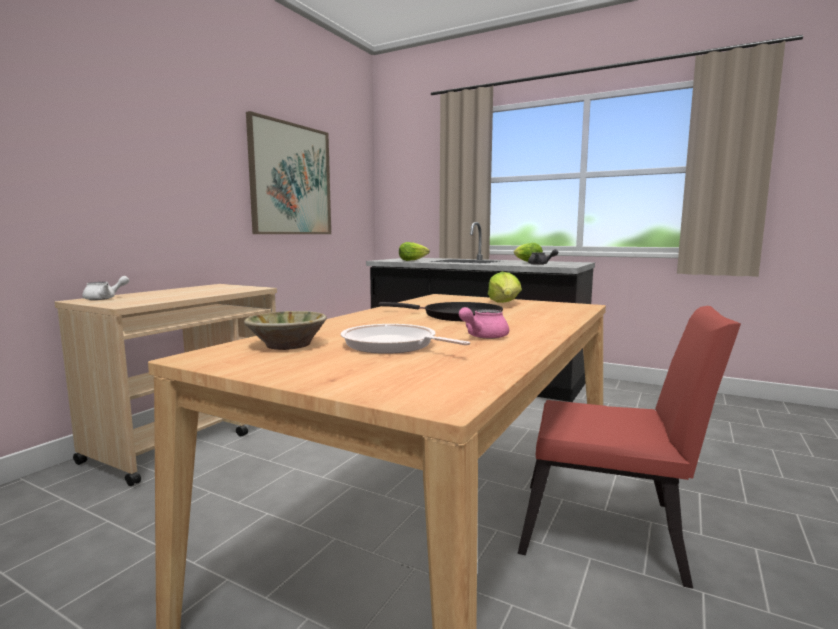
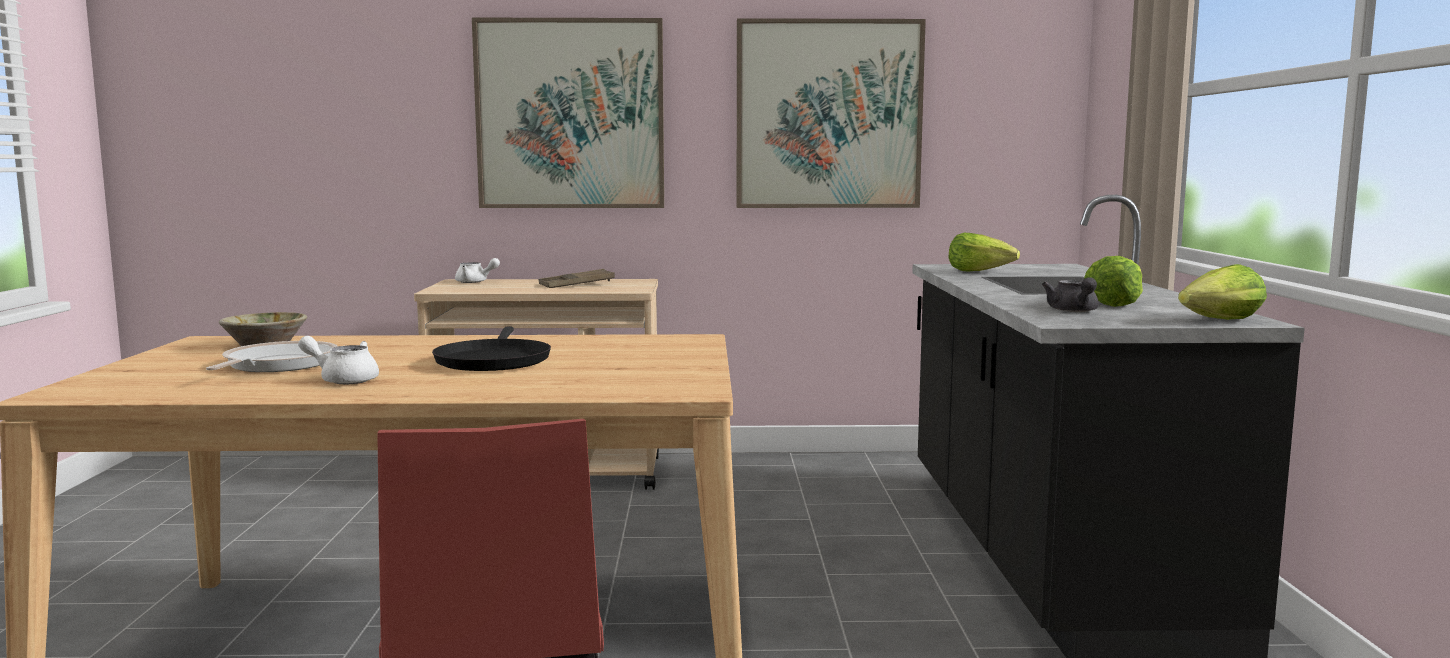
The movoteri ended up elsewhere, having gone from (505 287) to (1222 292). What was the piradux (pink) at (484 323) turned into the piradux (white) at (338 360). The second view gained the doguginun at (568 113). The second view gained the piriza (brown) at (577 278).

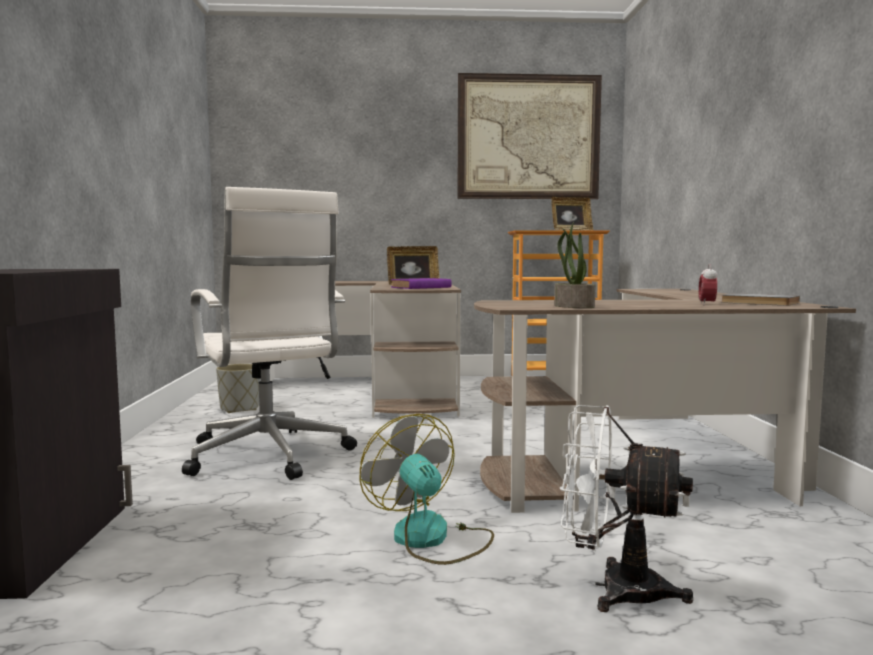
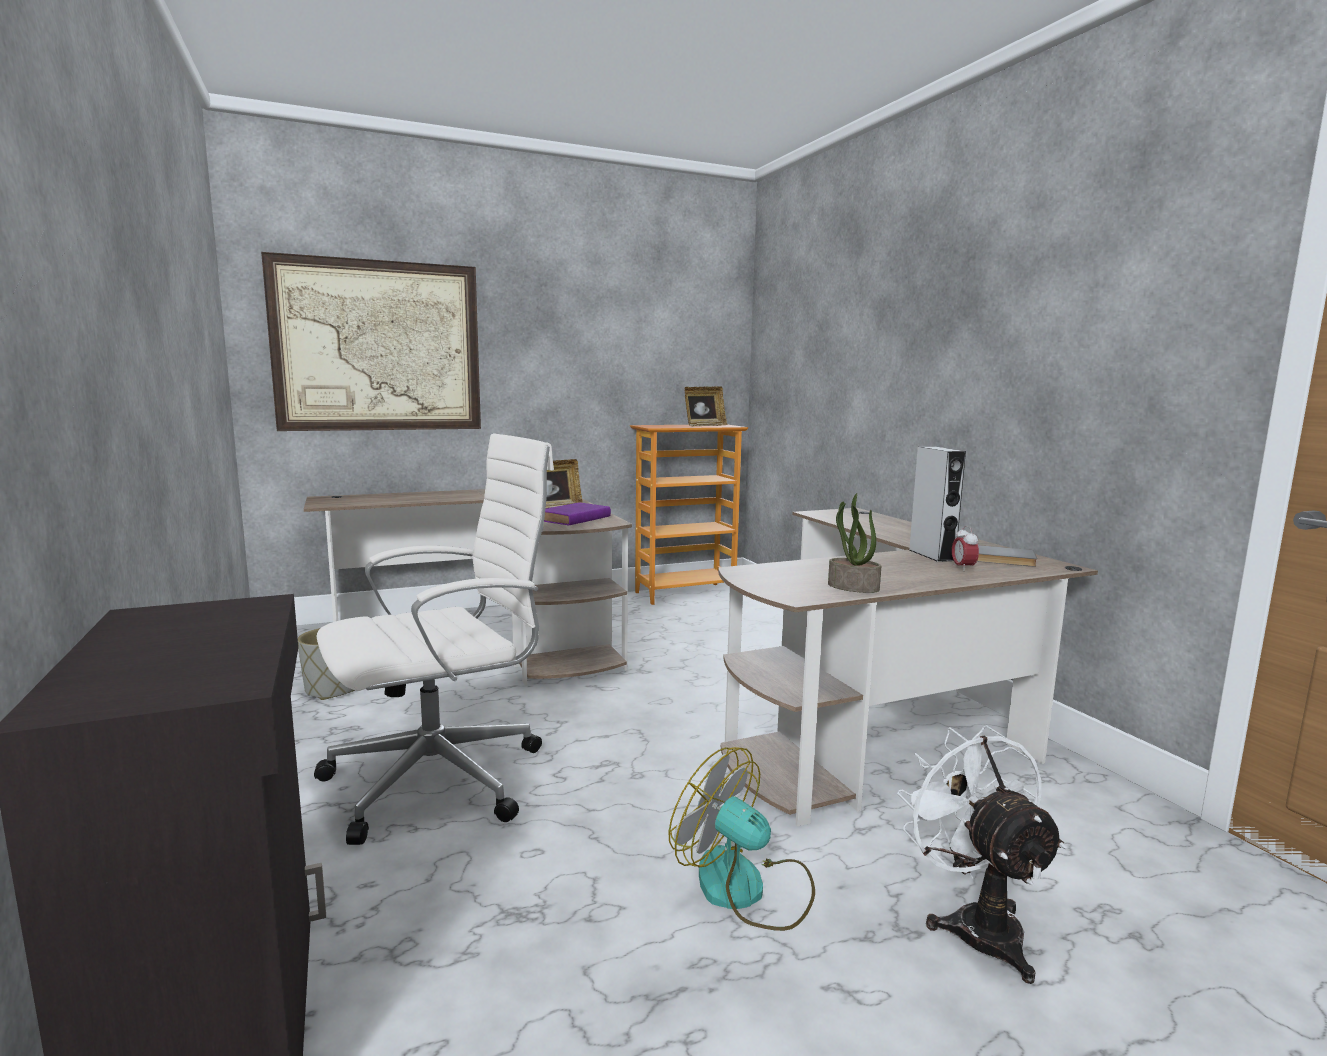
The doguginun ended up elsewhere, having gone from (530 136) to (371 341). The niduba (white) at (269 333) ended up facing another way, 75 degrees counterclockwise from before. The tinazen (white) at (626 508) ended up facing another way, 75 degrees clockwise from before. The second view gained the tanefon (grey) at (937 504).

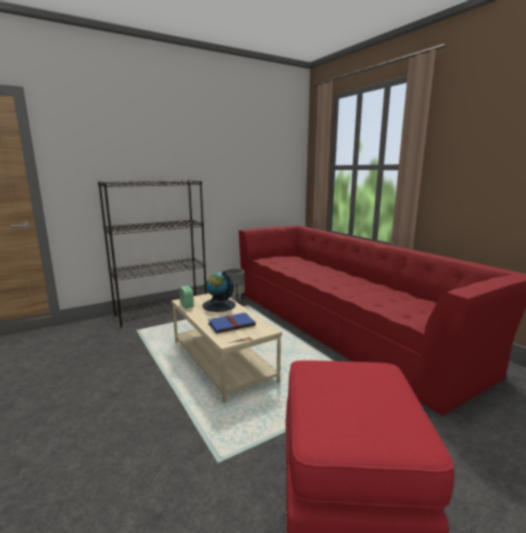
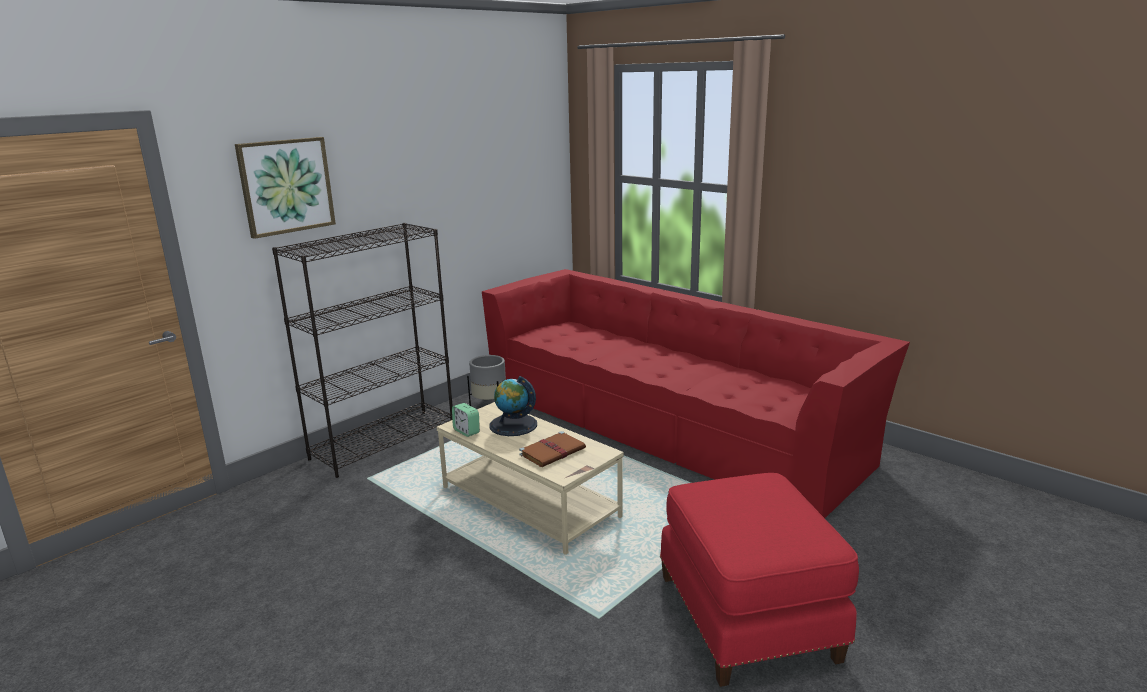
What was the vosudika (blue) at (232 322) turned into the vosudika (brown) at (552 449). The second view gained the doguginun at (285 188).

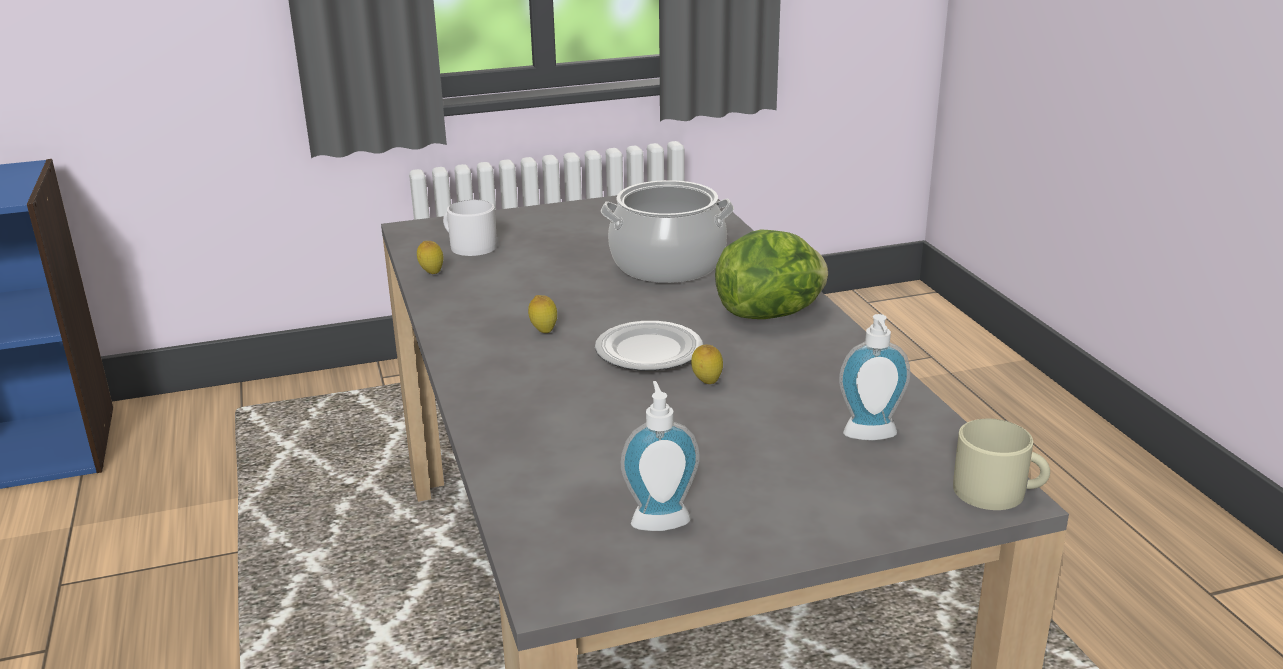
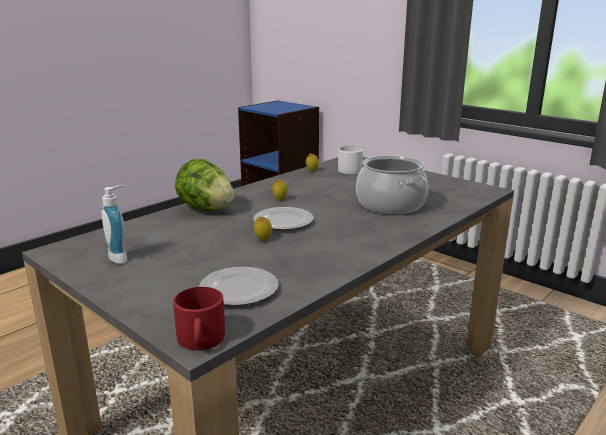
The movoteri ended up elsewhere, having gone from (771 274) to (204 185). Where the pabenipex stood at (874 377), the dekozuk came to stand at (239 286). What was the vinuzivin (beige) at (1001 464) turned into the vinuzivin (red) at (199 318).

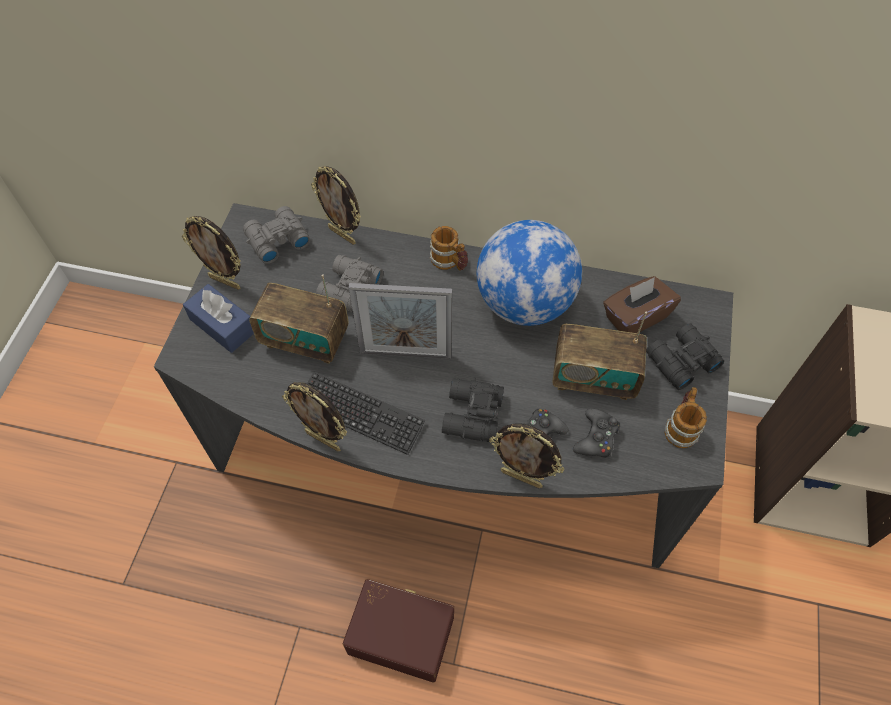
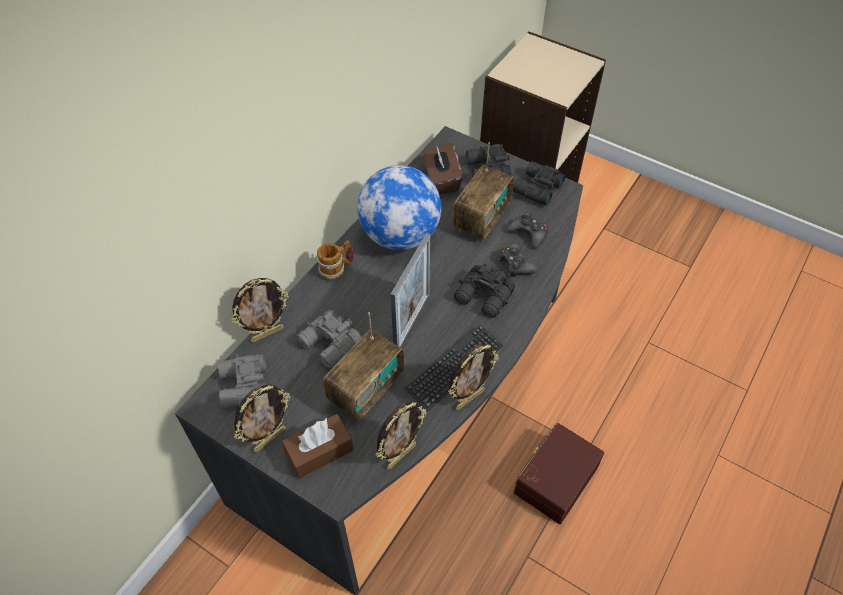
What was the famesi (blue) at (218 318) turned into the famesi (brown) at (318 446). Where the vinuzivin stood at (685 417), the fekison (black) came to stand at (539 183). The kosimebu ended up elsewhere, having gone from (526 455) to (401 435).

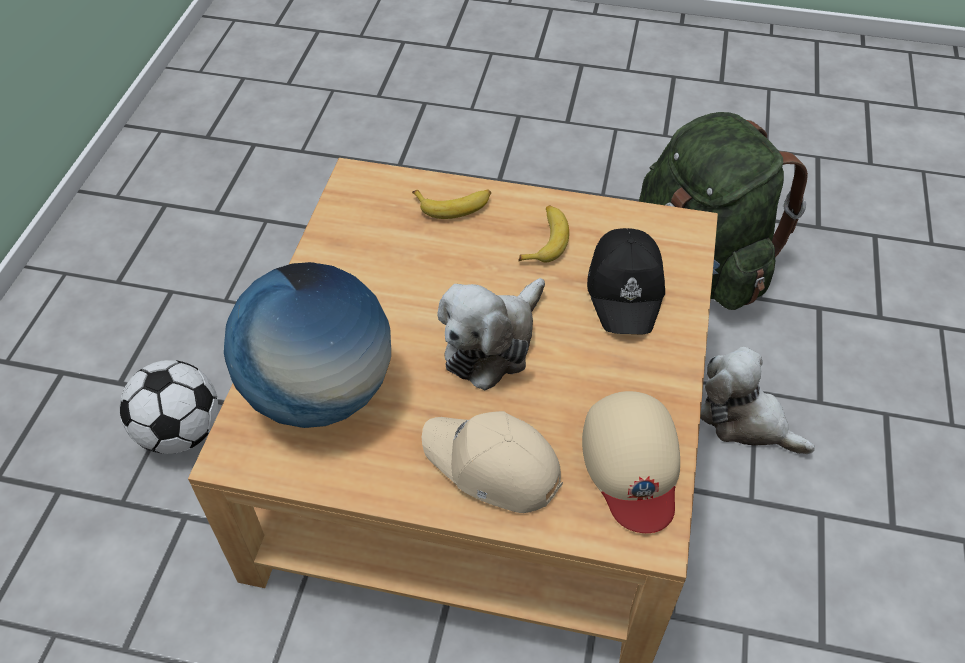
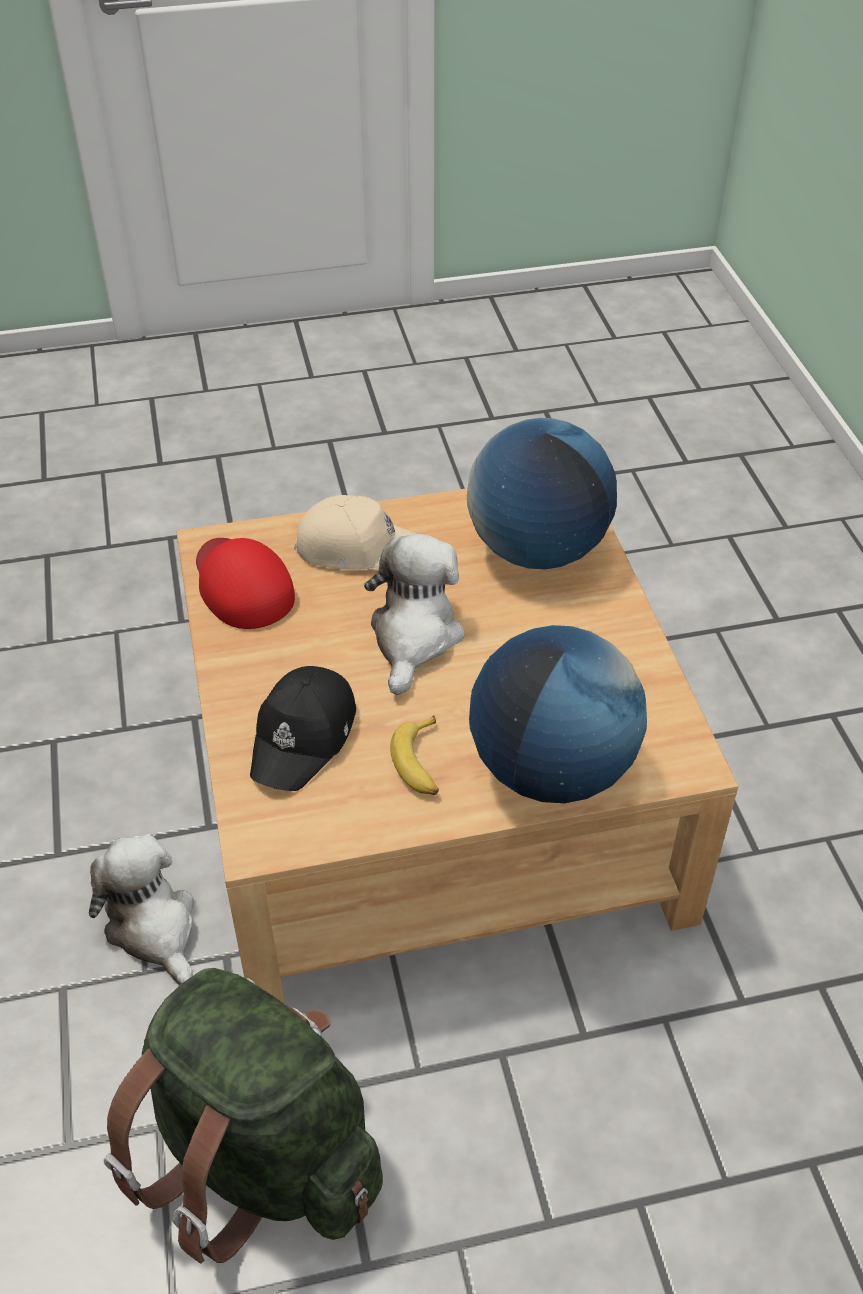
Where the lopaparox stood at (451 204), the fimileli came to stand at (558 714). The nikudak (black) at (626 281) ended up facing another way, 135 degrees counterclockwise from before. The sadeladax at (757 400) ended up facing another way, 135 degrees counterclockwise from before. The second view lost the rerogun at (169 407). What was the nikudak (beige) at (631 462) turned into the nikudak (red) at (245 583).

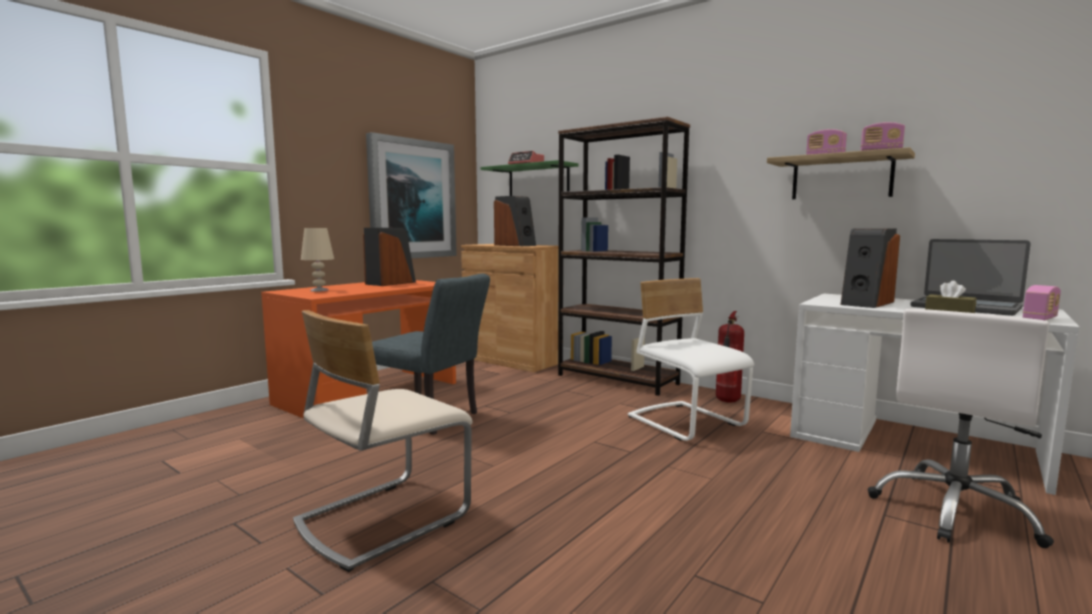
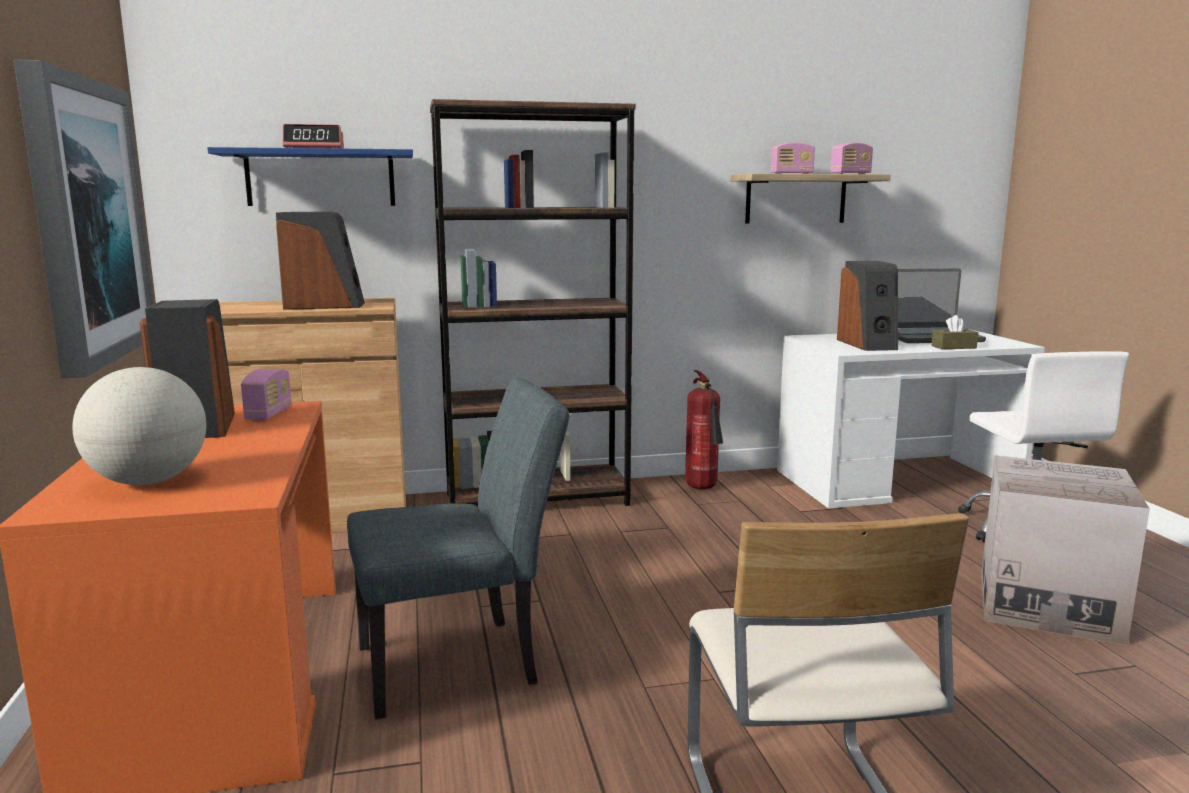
What was the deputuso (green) at (530 178) turned into the deputuso (blue) at (310 176). Where the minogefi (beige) stood at (317 260), the fimileli came to stand at (139 426). The second view lost the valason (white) at (691 359). The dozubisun ended up elsewhere, having gone from (1042 302) to (266 395). The second view gained the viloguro at (1065 550).

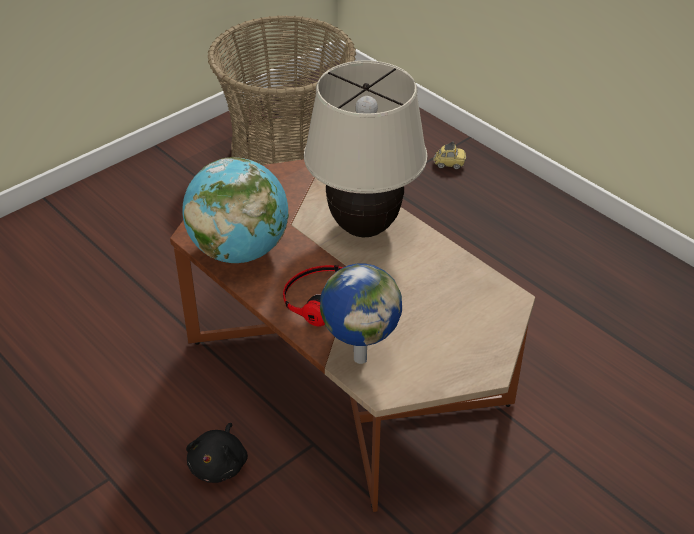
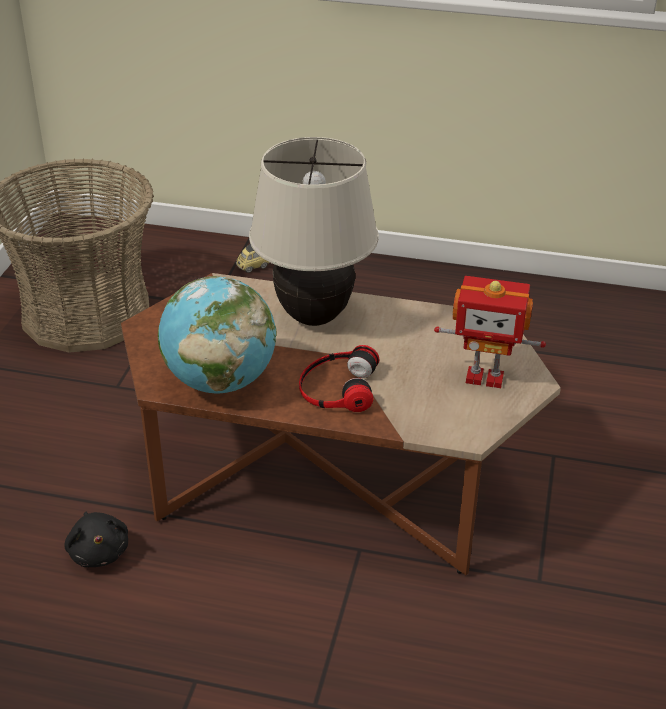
The second view lost the fimileli at (361 314). The sadeladax (black) ended up elsewhere, having gone from (217 453) to (96 539). The second view gained the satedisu at (490 332).

